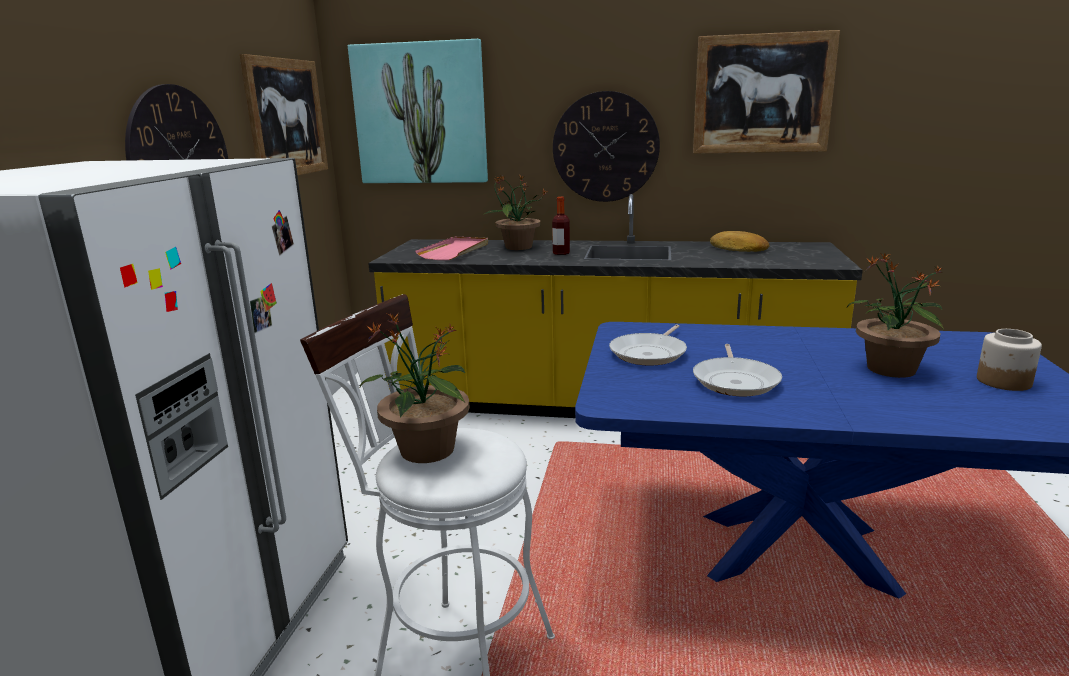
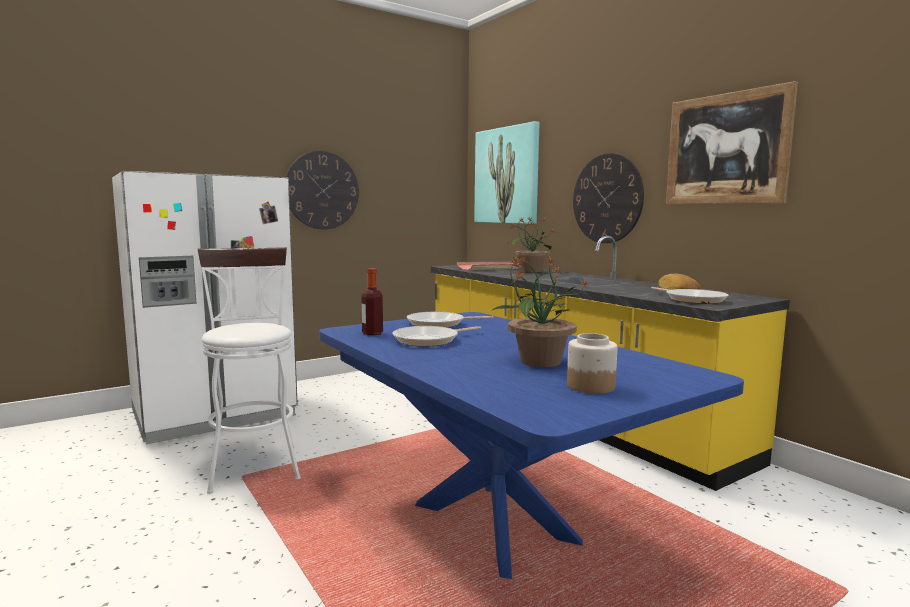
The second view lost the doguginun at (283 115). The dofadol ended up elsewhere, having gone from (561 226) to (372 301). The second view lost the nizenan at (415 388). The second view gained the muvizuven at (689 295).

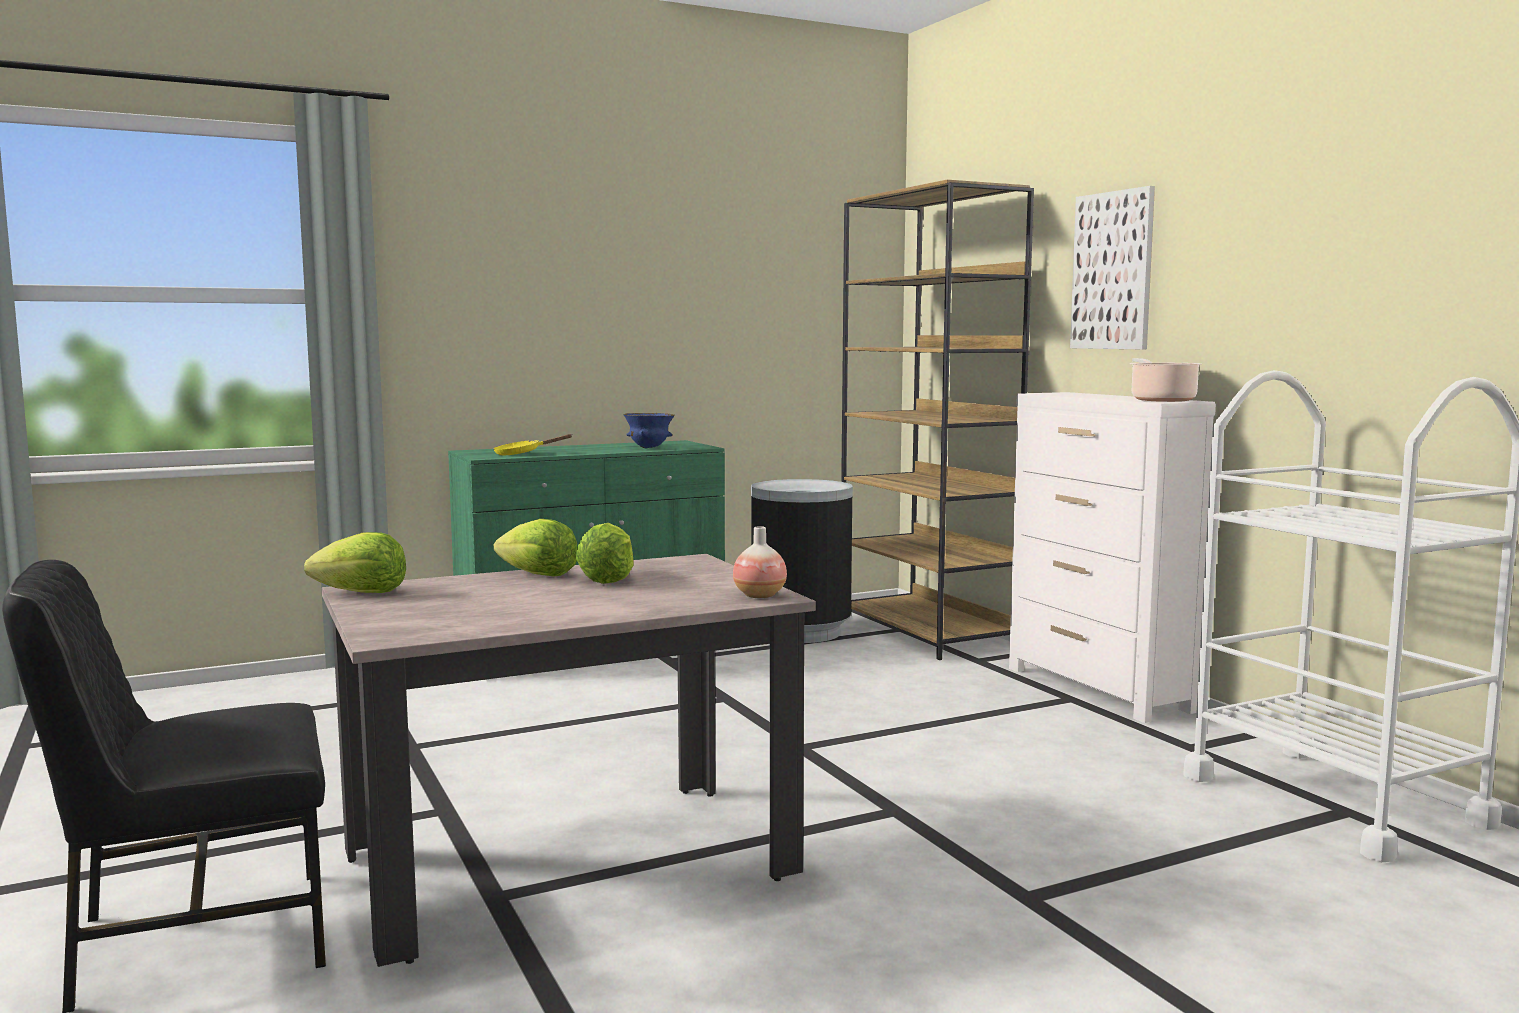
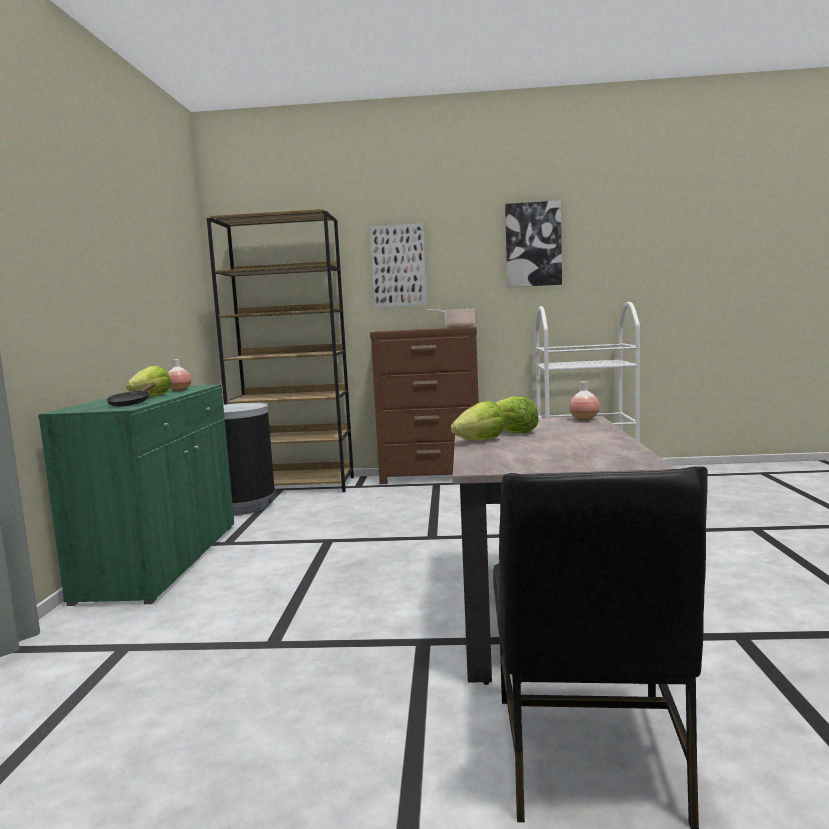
What was the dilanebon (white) at (1112 557) turned into the dilanebon (brown) at (424 405). Where the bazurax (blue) stood at (649 430), the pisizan came to stand at (179 375). What was the muvizuven (yellow) at (533 444) turned into the muvizuven (black) at (130 394). The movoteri ended up elsewhere, having gone from (355 562) to (148 381). The second view gained the doguginun at (533 243).

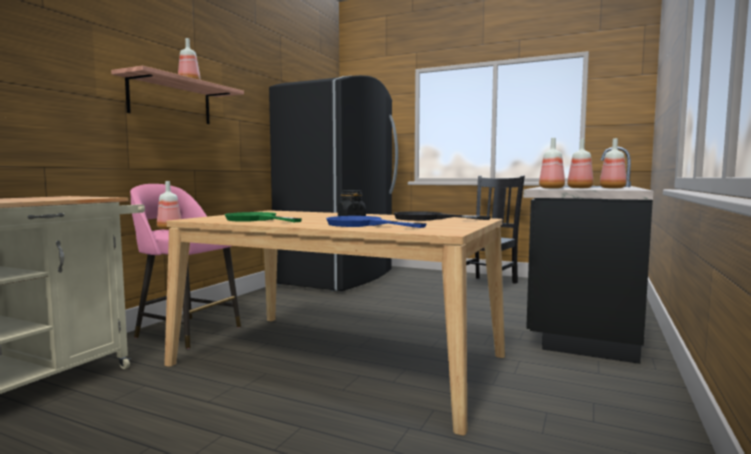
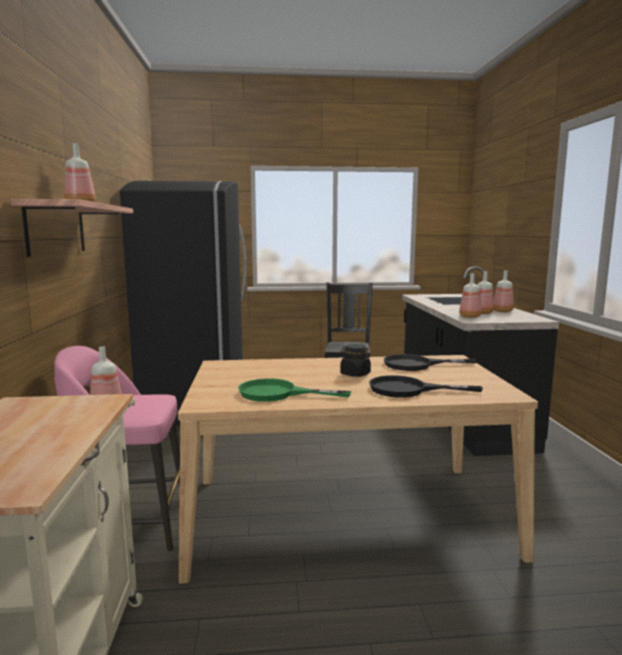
What was the muvizuven (blue) at (376 222) turned into the muvizuven (black) at (426 386).

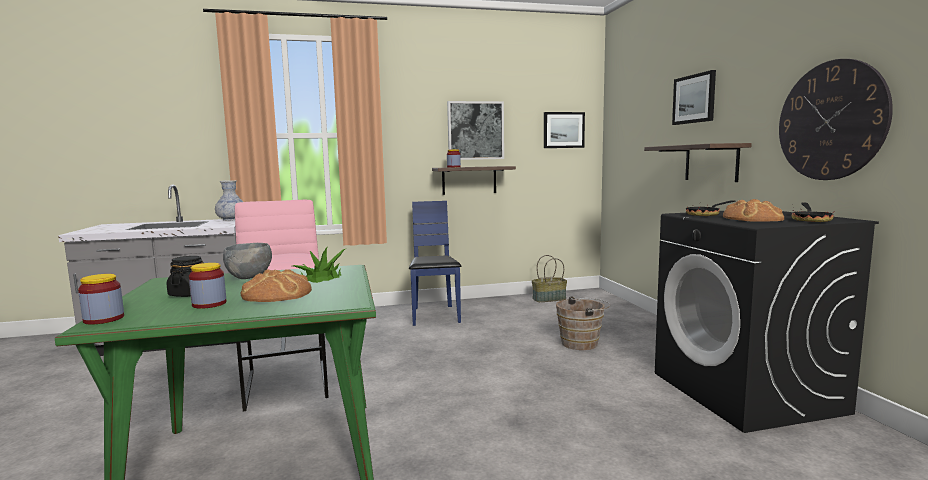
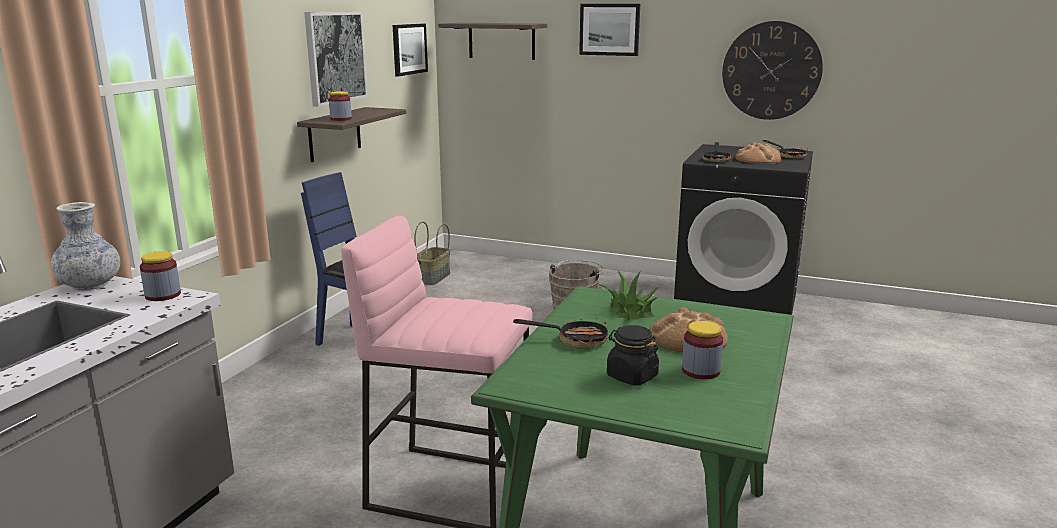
The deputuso ended up elsewhere, having gone from (698 162) to (492 41). Where the bazurax (grey) stood at (247 261), the muvizuven came to stand at (560 332). The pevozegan ended up elsewhere, having gone from (101 299) to (160 276).

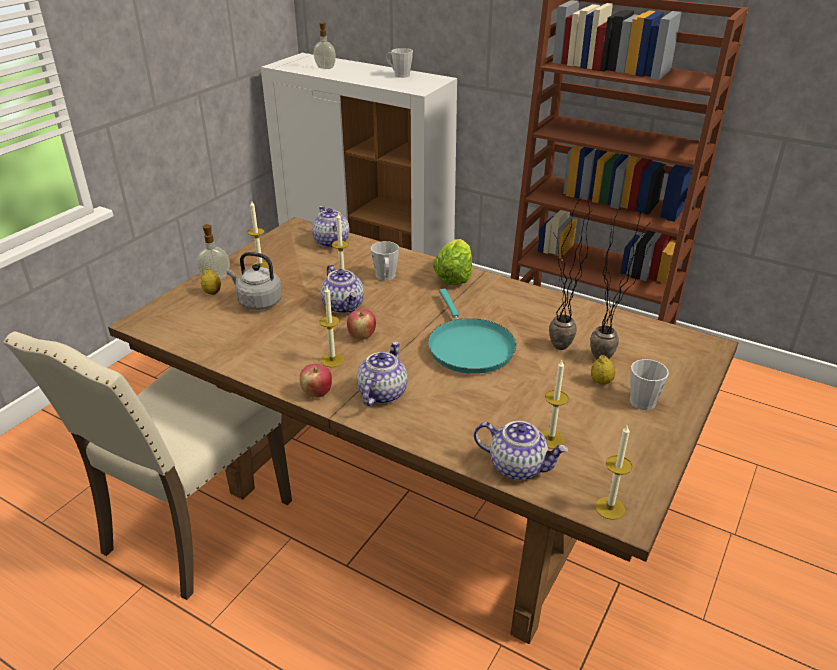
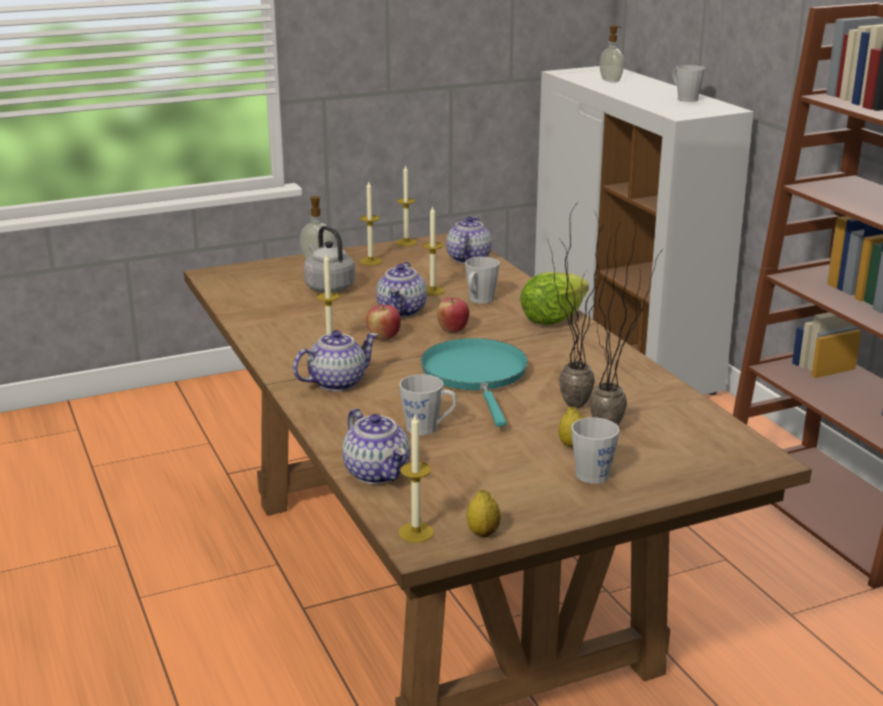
The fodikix ended up elsewhere, having gone from (211 281) to (484 513). The muvizuven (turquoise) at (472 331) ended up facing another way, 150 degrees clockwise from before. The second view lost the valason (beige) at (147 465). The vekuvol ended up elsewhere, having gone from (555 404) to (406 205). The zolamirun ended up elsewhere, having gone from (316 381) to (453 315). The second view gained the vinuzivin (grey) at (428 404).

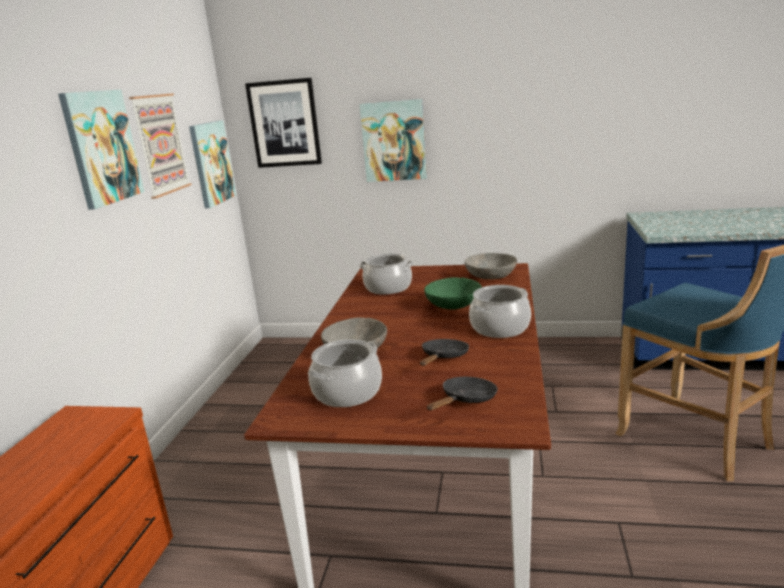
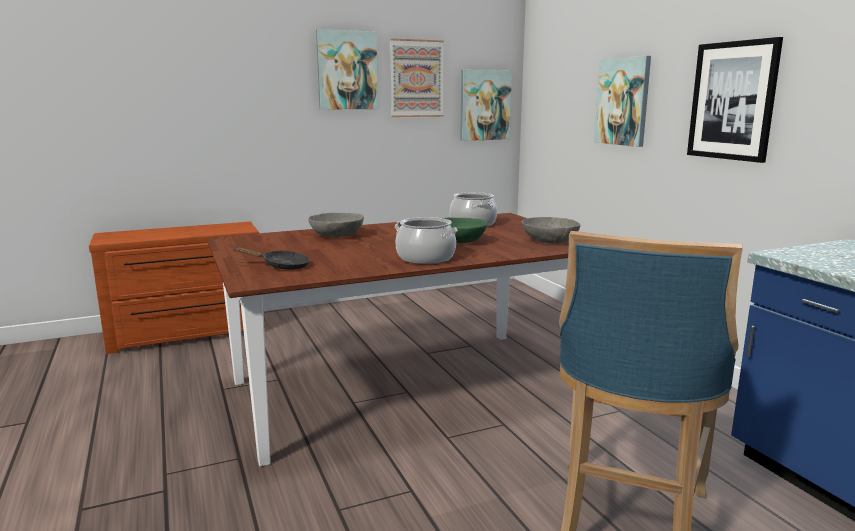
The doguginun ended up elsewhere, having gone from (283 123) to (735 100). The second view lost the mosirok at (345 373). The second view lost the muvizuven (black) at (444 352).

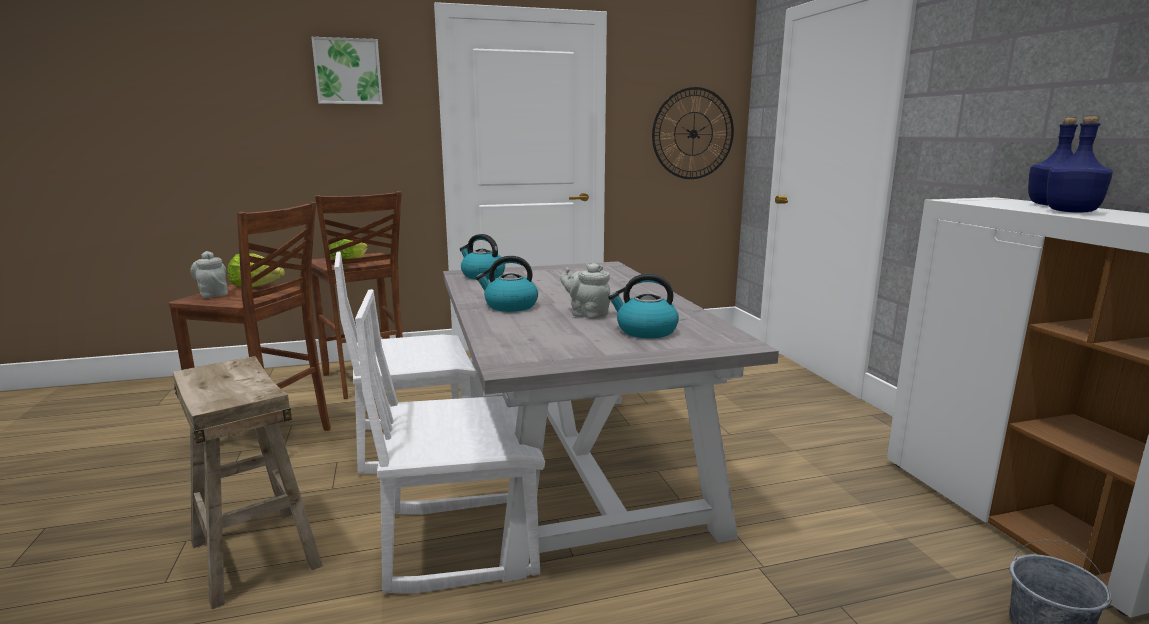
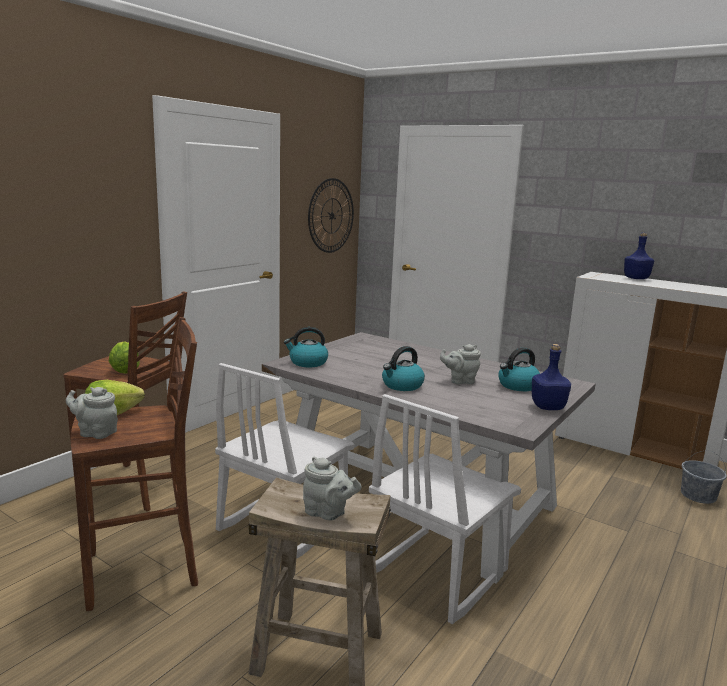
The second view lost the doguginun at (347 70). The dofadol (blue) ended up elsewhere, having gone from (1080 164) to (551 377). The second view gained the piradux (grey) at (332 488).

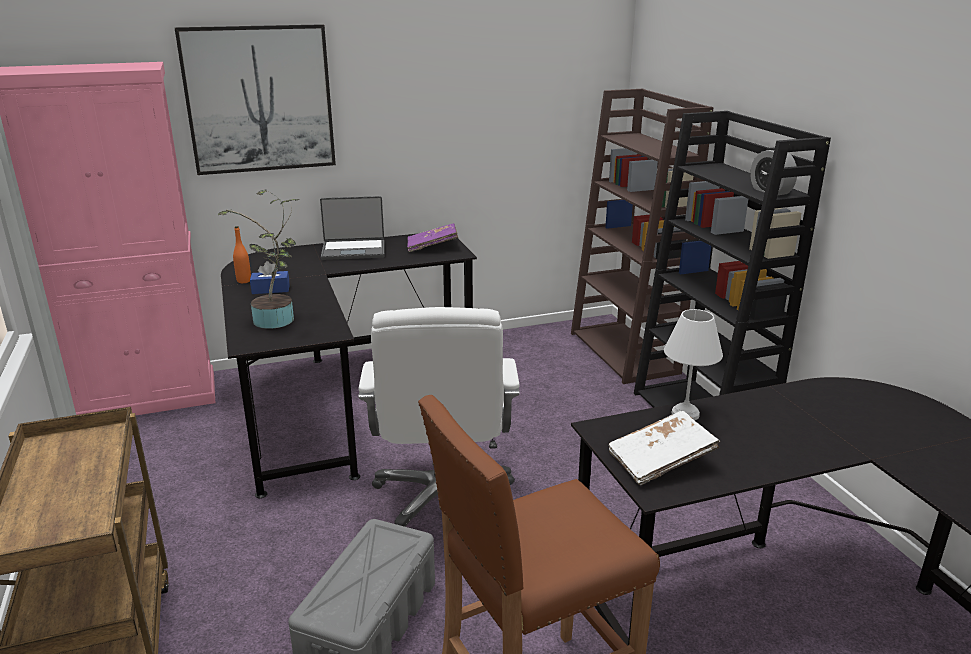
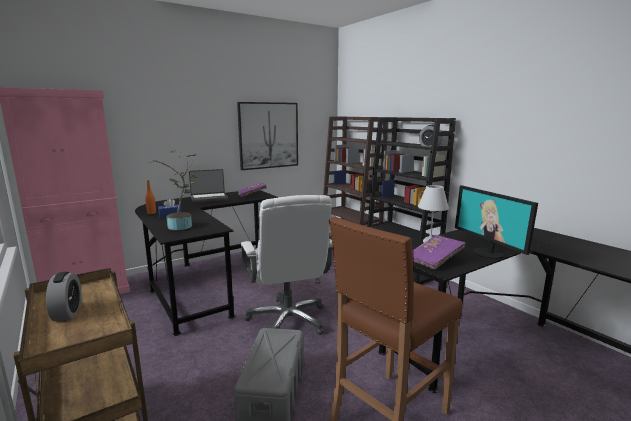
The doguginun ended up elsewhere, having gone from (255 99) to (267 136). What was the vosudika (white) at (664 448) turned into the vosudika (purple) at (439 252). The second view gained the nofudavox at (496 222). The second view gained the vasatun at (64 296).

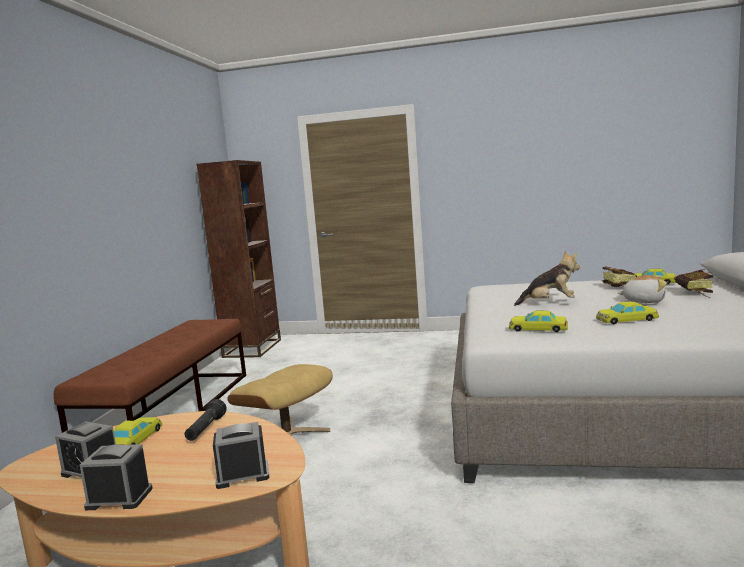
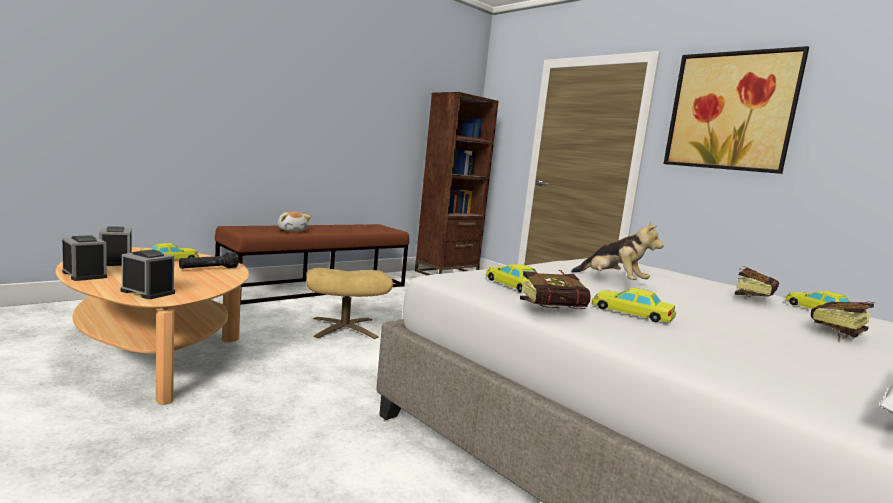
The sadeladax ended up elsewhere, having gone from (642 289) to (294 221). The second view gained the doguginun at (736 110). The second view gained the vosudika at (555 289).

